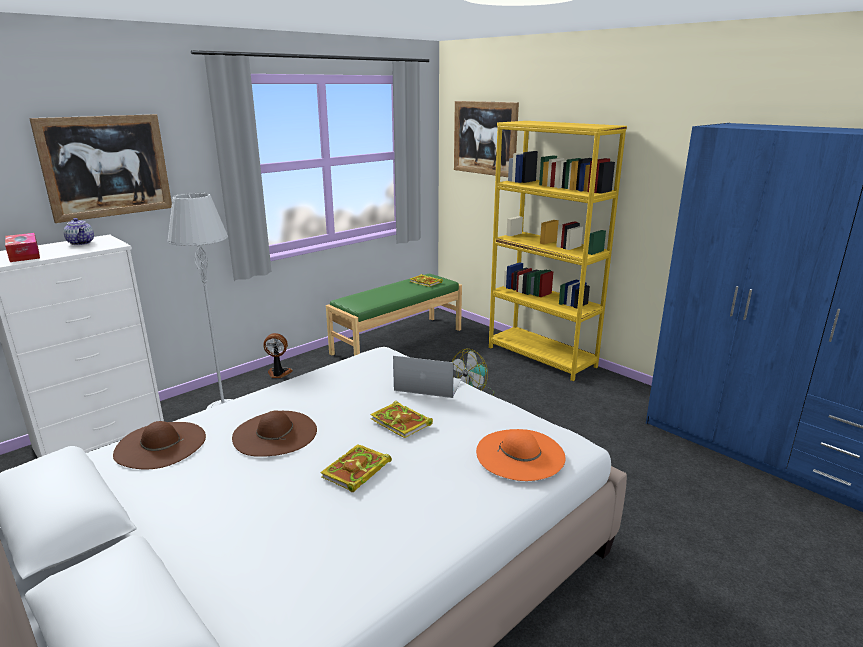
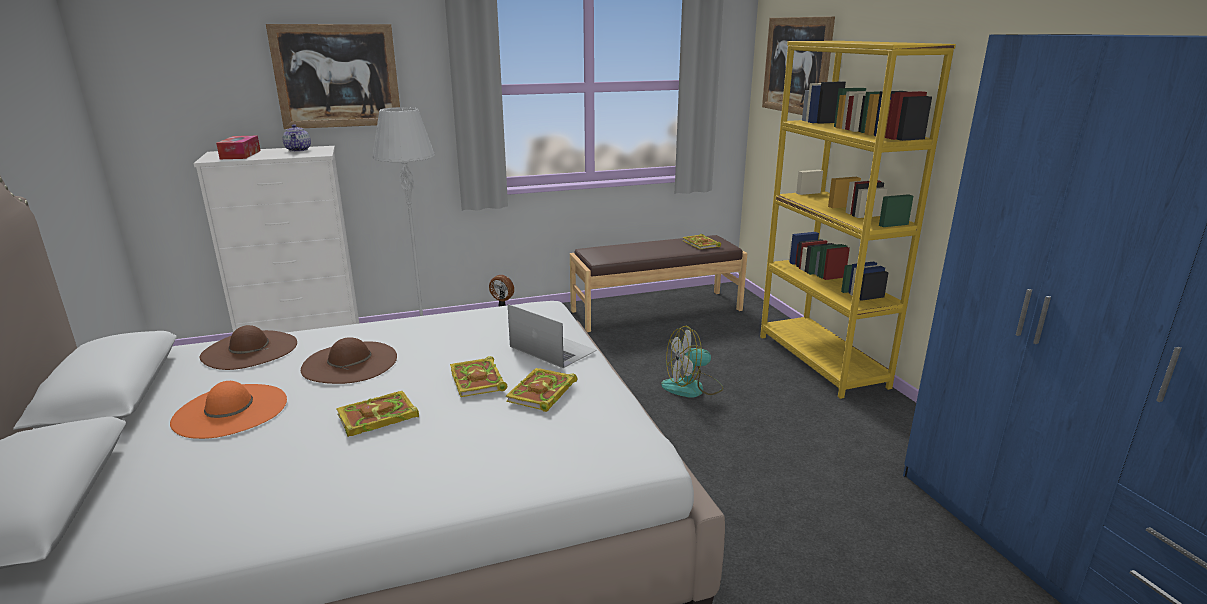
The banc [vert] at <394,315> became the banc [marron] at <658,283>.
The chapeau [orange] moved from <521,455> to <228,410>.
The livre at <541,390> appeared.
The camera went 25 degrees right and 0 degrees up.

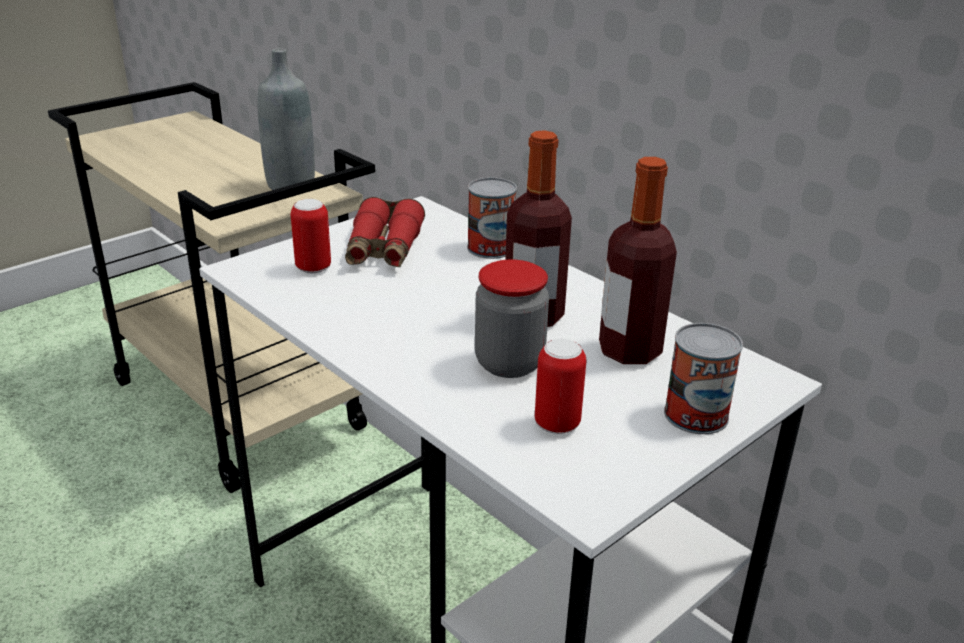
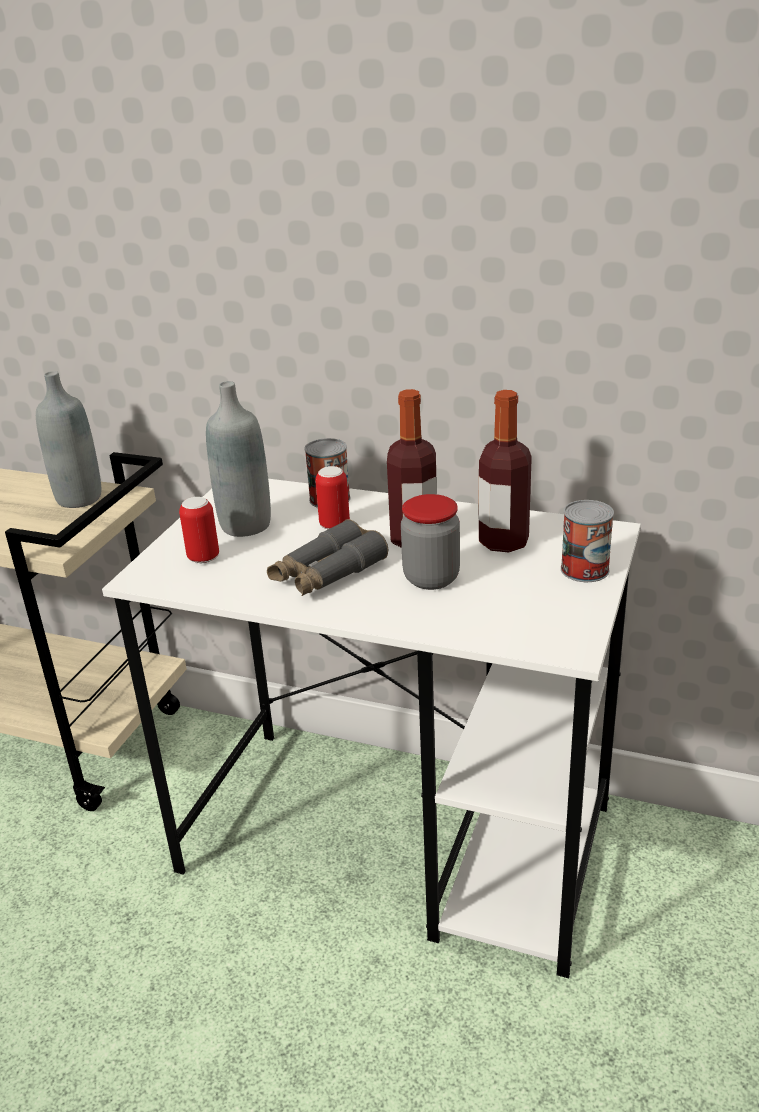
The jumelles [rouge] at <385,232> was replaced by the bouteille [gris] at <238,459>.
The boîte métallique moved from <560,386> to <332,498>.
The jumelles [gris] at <327,557> appeared.
The camera went 25 degrees left and 0 degrees up.

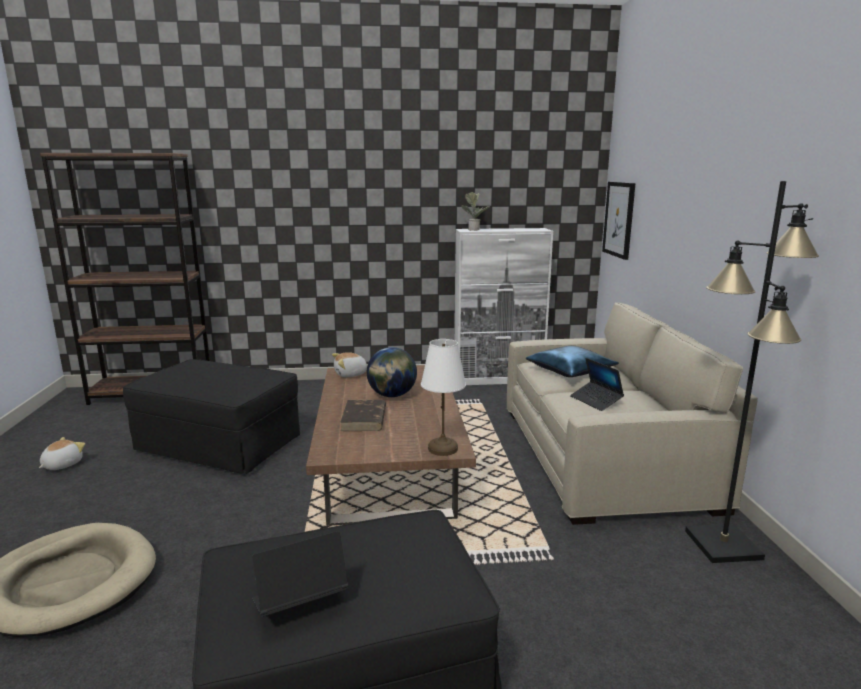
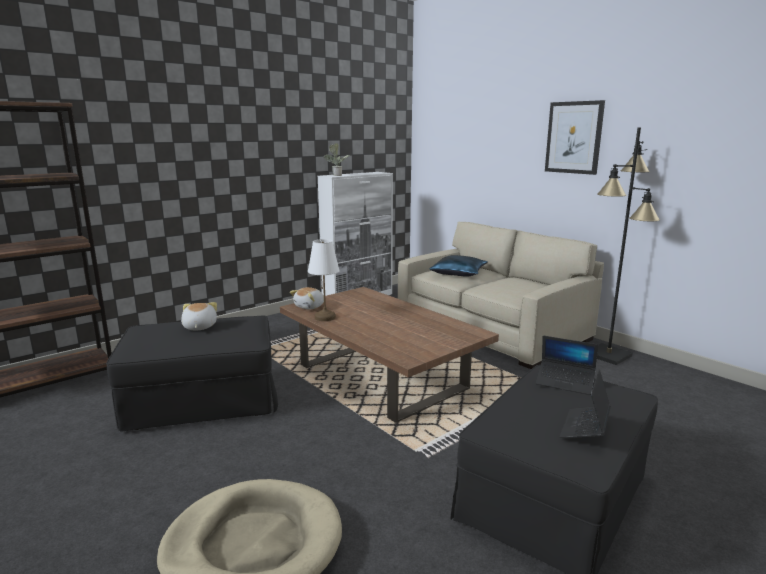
The tableau moved from <619,221> to <575,137>.
The lampe de table [blanc] moved from <443,397> to <323,280>.
The globe at <392,372> disappeared.
The ordinateur portable moved from <597,384> to <566,365>.
The livre [marron] at <363,415> disappeared.
The peluche moved from <62,453> to <199,316>.
The camera went 35 degrees left and 0 degrees up.

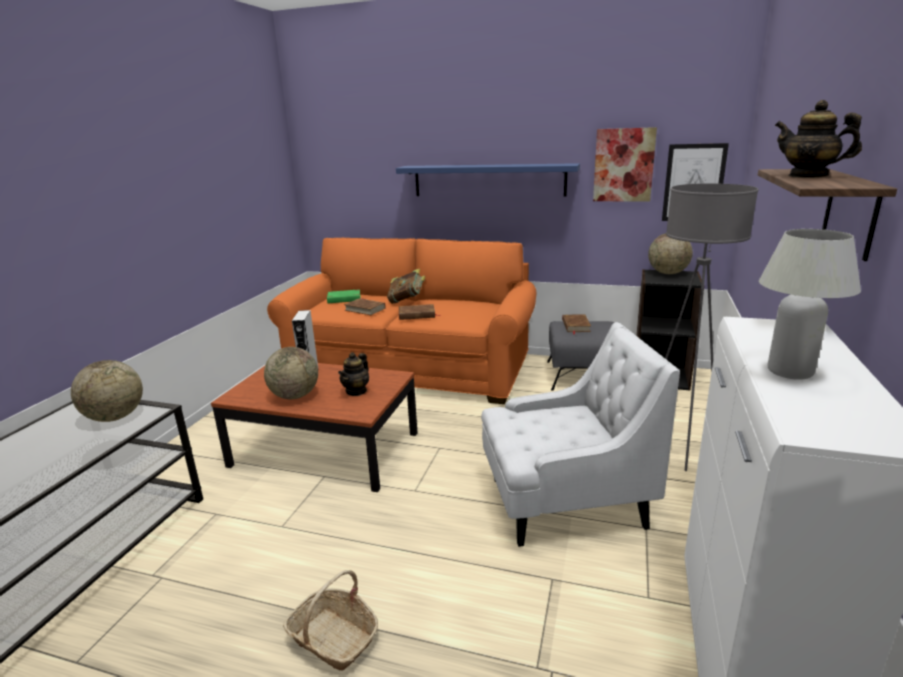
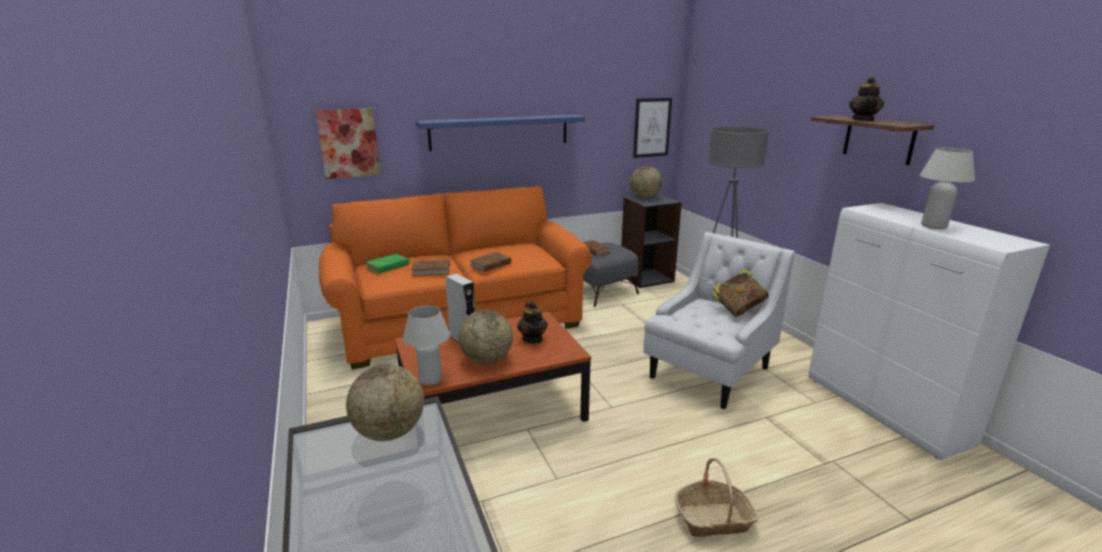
The théière at <818,139> turned 75 degrees counterclockwise.
The tableau moved from <625,164> to <347,143>.
The livre moved from <406,286> to <740,292>.
The lampe de table [blanc] at <426,345> appeared.
The camera went 40 degrees left and 0 degrees up.

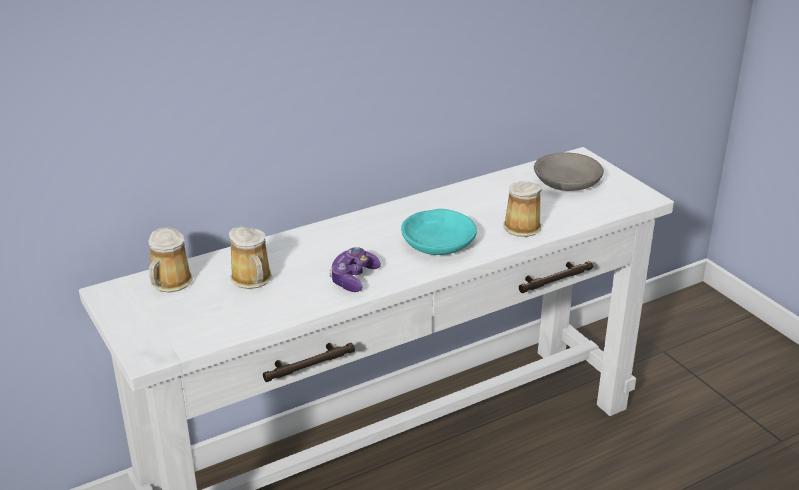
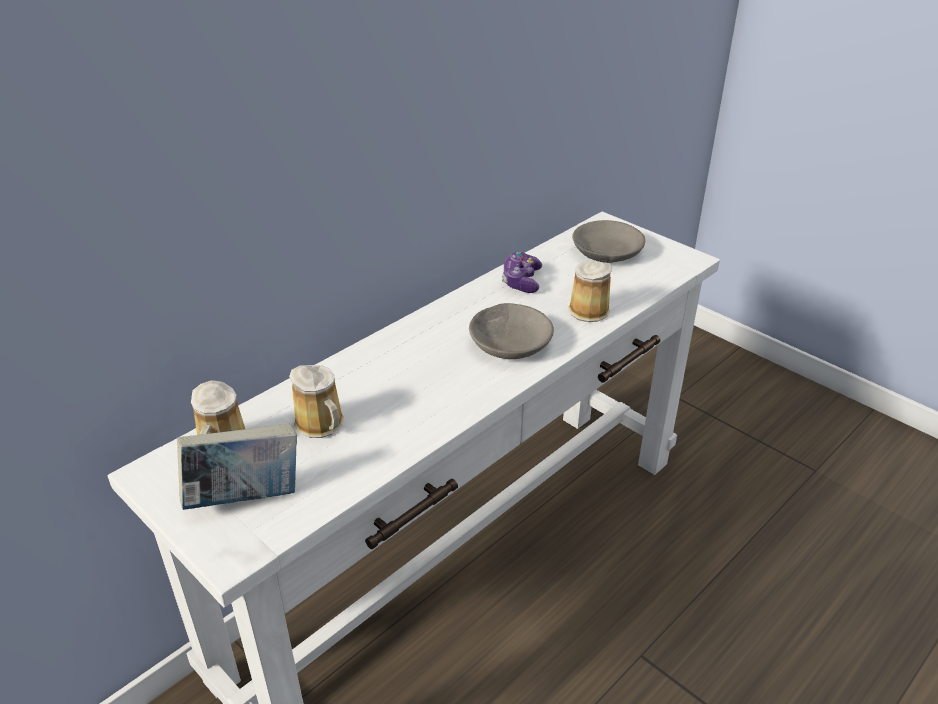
The bol [turquoise] at <439,232> became the bol [gris] at <511,331>.
The manette moved from <355,269> to <522,272>.
The livre at <237,467> appeared.
The camera went 15 degrees left and 5 degrees up.

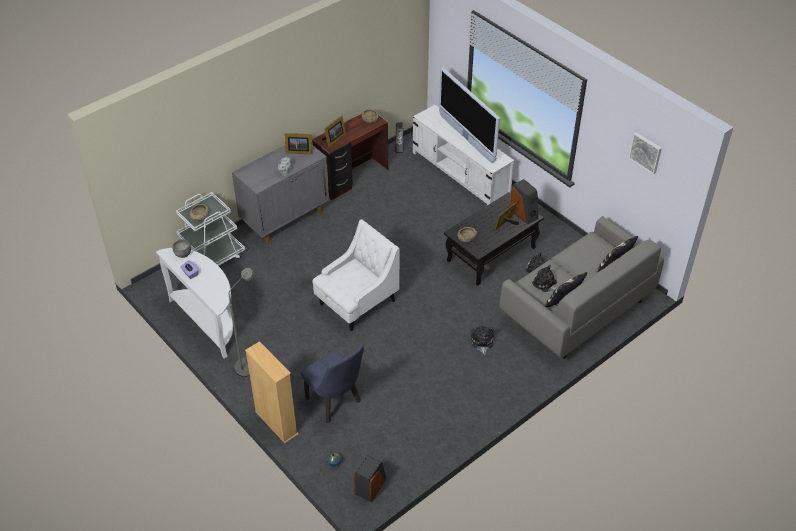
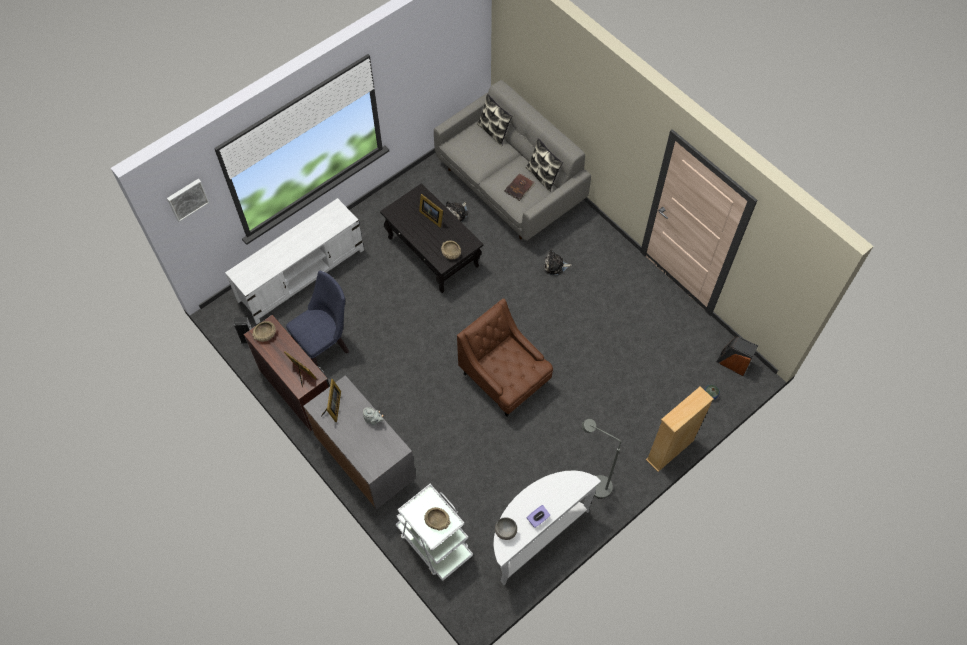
The téléviseur at <469,115> disappeared.
The tableau moved from <645,153> to <188,200>.
The enceinte at <524,201> disappeared.
The fauteuil [blanc] at <355,275> became the fauteuil [marron] at <505,358>.
The peluche at <544,278> was replaced by the livre [marron] at <520,187>.
The chaise [bleu] moved from <332,384> to <317,318>.
The camera went 90 degrees left and 15 degrees up.

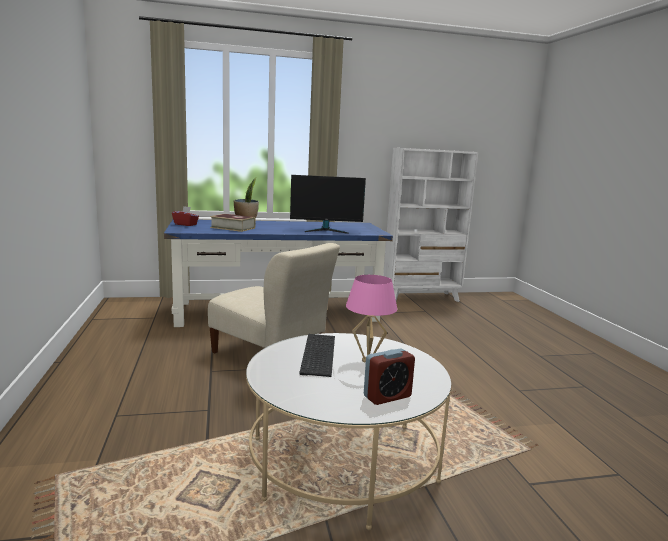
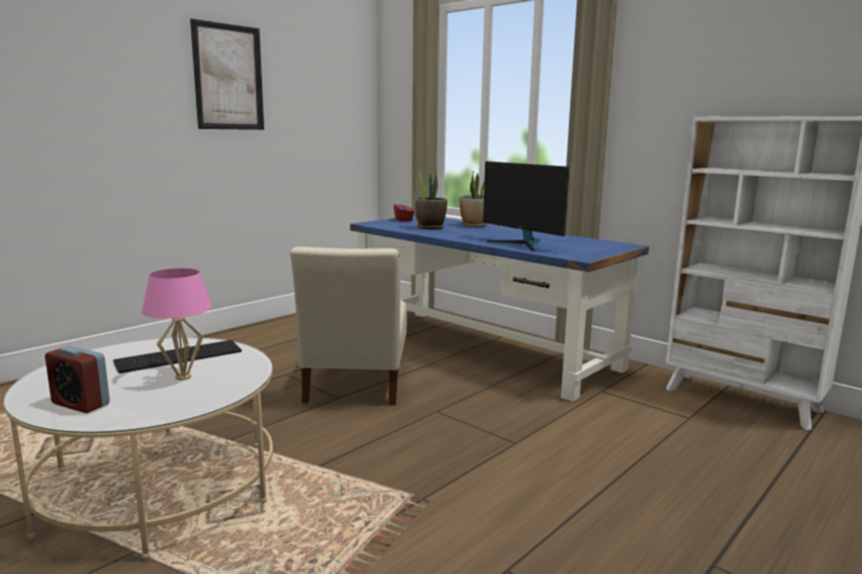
The livre at <233,223> was replaced by the plante en pot at <431,198>.
The tableau at <227,74> appeared.
The camera went 55 degrees right and 0 degrees up.

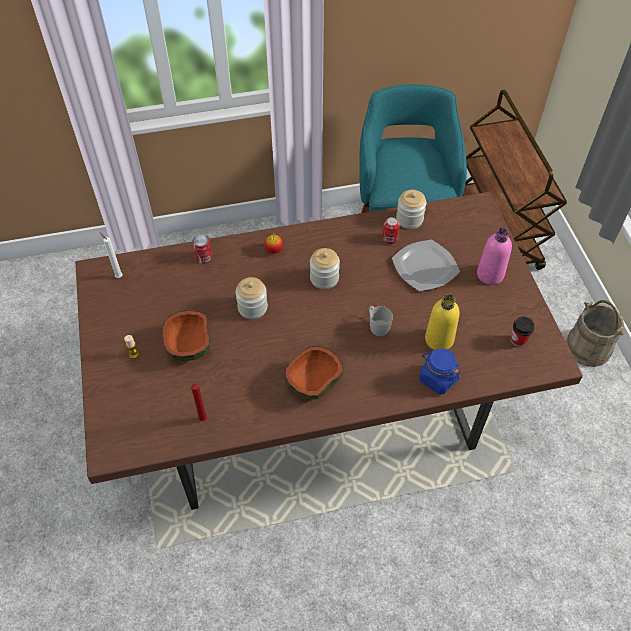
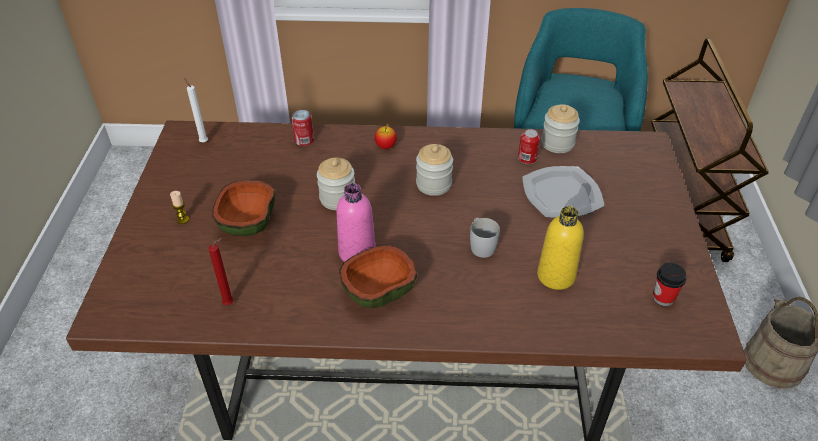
The bouteille [rose] moved from <494,256> to <356,222>.
The bocal [bleu] at <439,371> disappeared.
The camera went 15 degrees right and 10 degrees down.

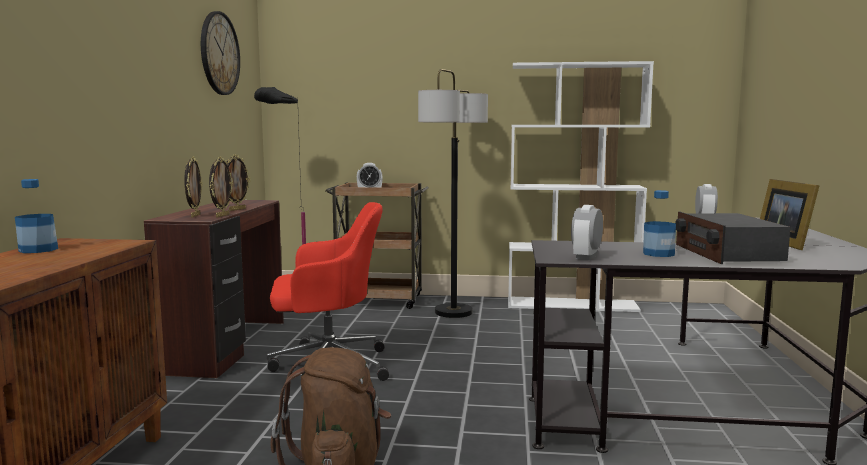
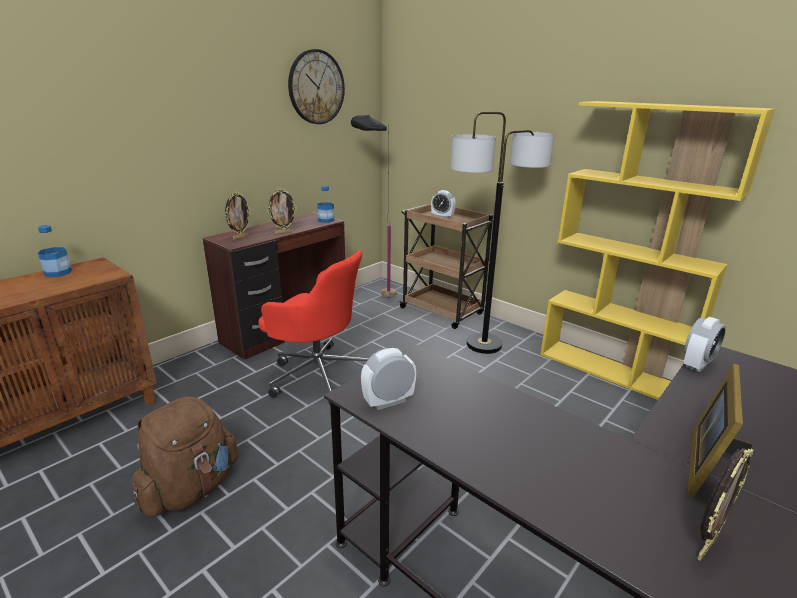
The bibliothèque [blanc] at <581,186> became the bibliothèque [jaune] at <657,250>.
The cadre photo moved from <221,187> to <725,504>.
The bouteille moved from <659,223> to <326,204>.
The radio at <733,237> disappeared.
The camera went 35 degrees right and 15 degrees up.

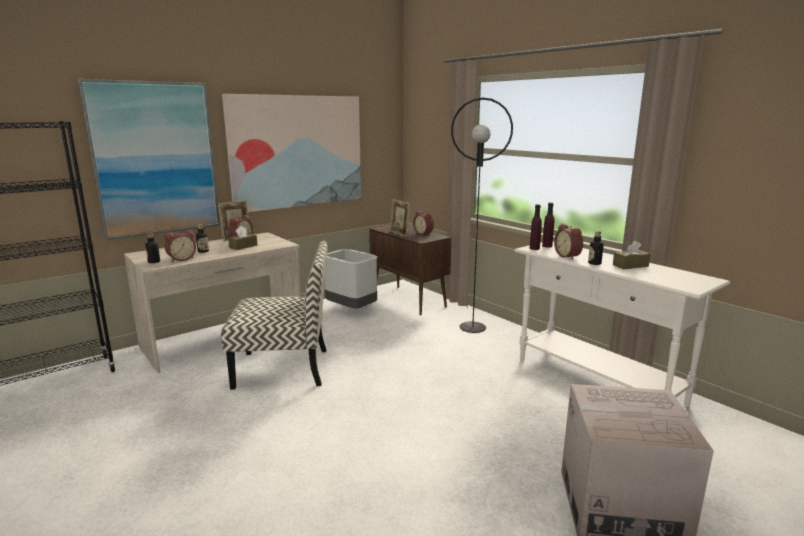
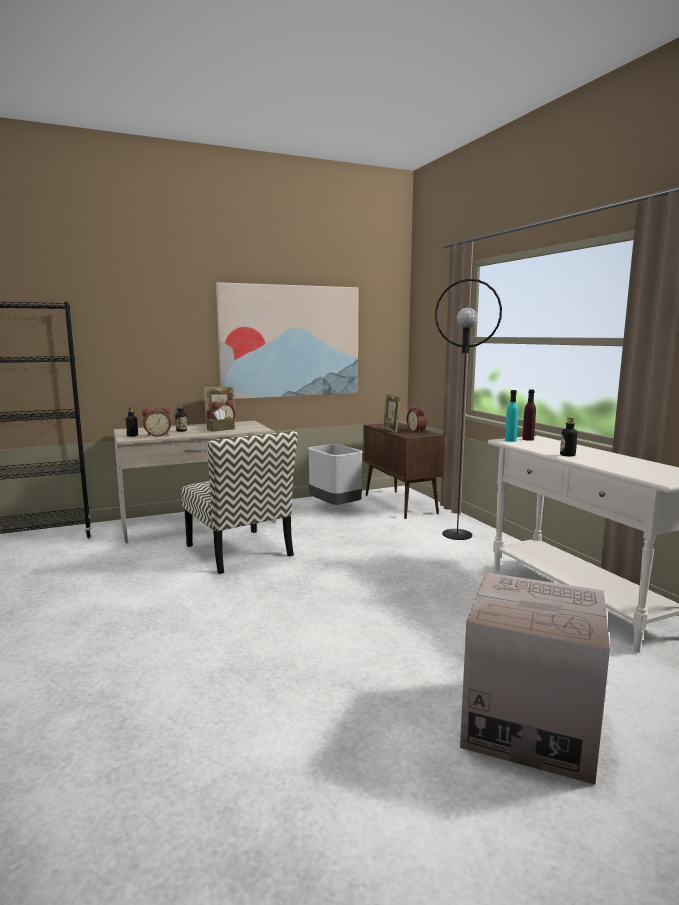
The tableau at <149,160> disappeared.
The bouteille [violet] at <536,227> became the bouteille [turquoise] at <511,416>.
The réveil at <568,241> disappeared.
The chaise at <274,315> turned 45 degrees clockwise.
The boîte à mouchoirs [marron] at <632,255> disappeared.
The camera went 15 degrees right and 5 degrees down.

